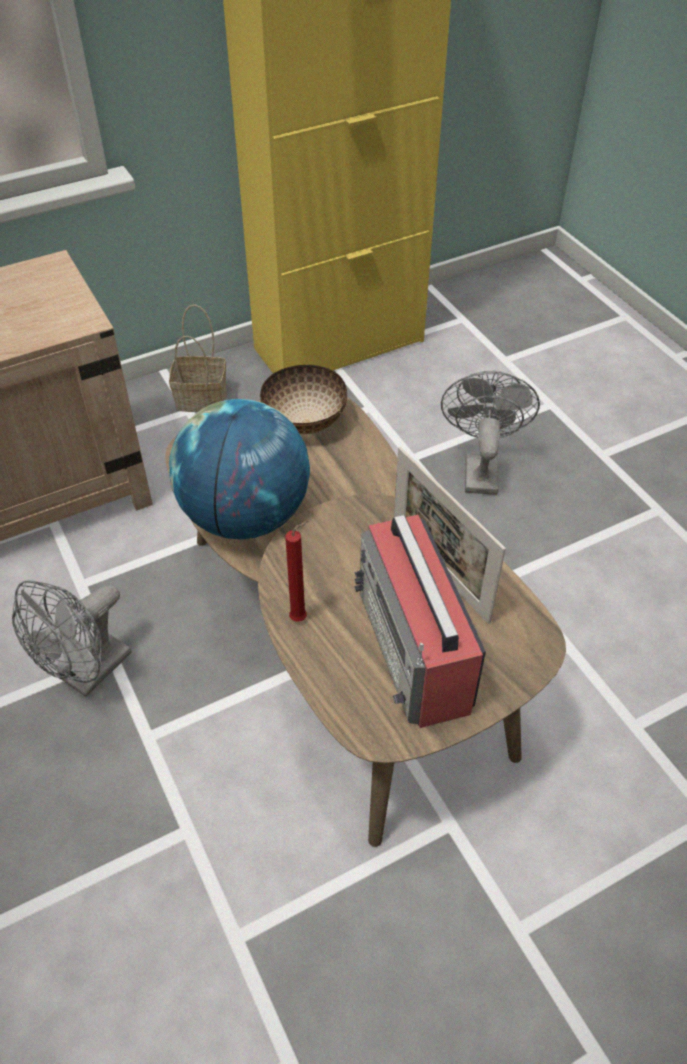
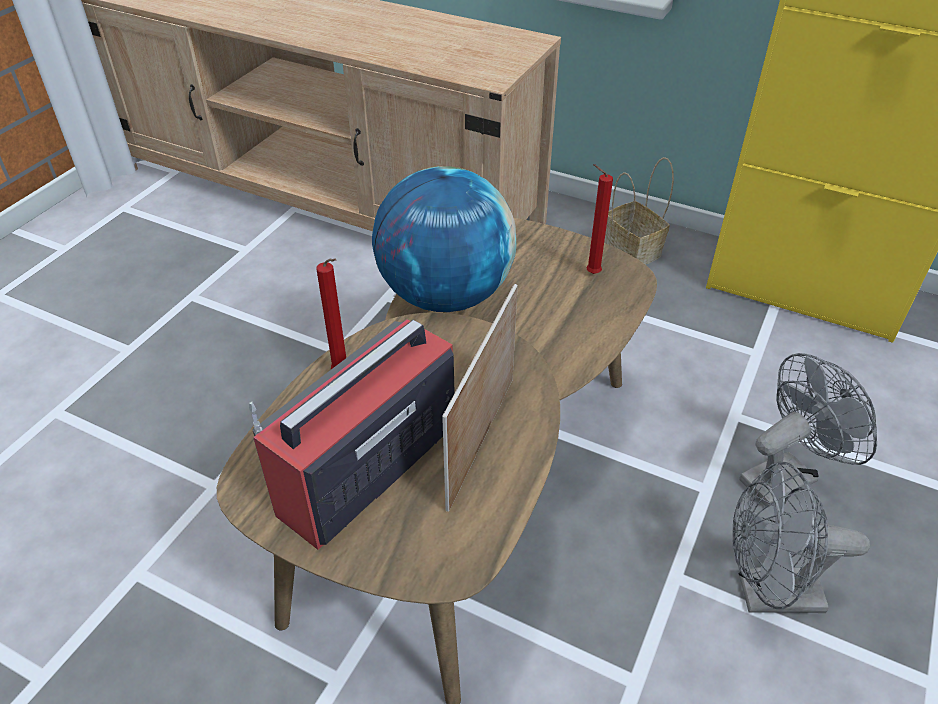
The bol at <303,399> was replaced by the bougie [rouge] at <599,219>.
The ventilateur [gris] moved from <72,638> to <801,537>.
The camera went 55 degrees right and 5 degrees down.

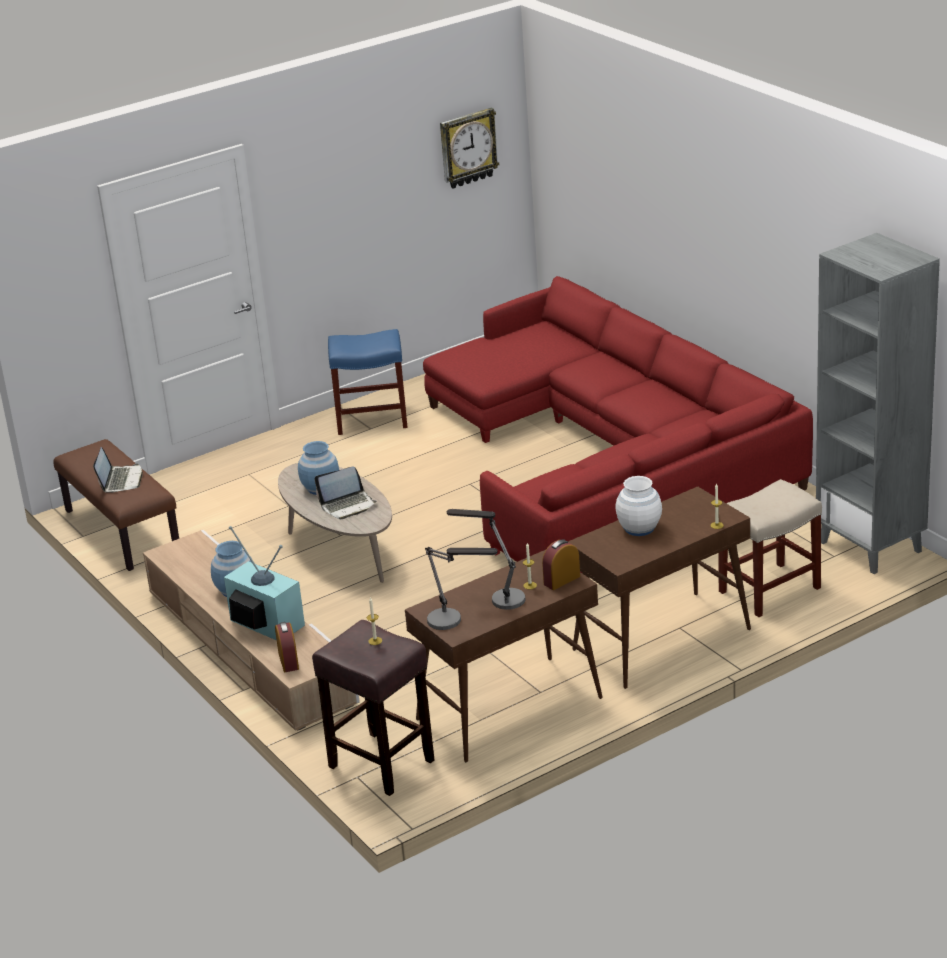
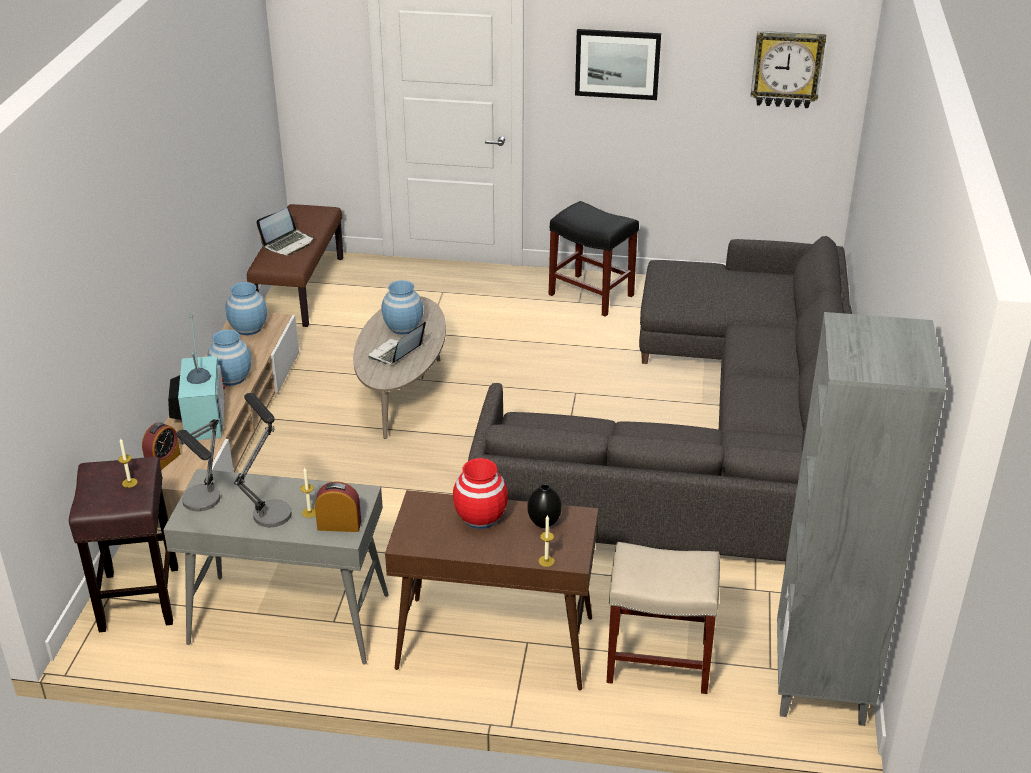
The canapé [rouge] at <618,424> became the canapé [gris] at <660,398>.
The tabouret [bleu] at <368,382> became the tabouret [noir] at <594,259>.
The ordinateur portable at <345,493> turned 105 degrees clockwise.
The vase [blanc] at <639,506> became the vase [rouge] at <480,493>.
The table console [marron] at <504,656> became the table console [gris] at <276,567>.
The tableau at <618,64> appeared.
The vase [bleu] at <246,308> appeared.
The vase [noir] at <544,506> appeared.
The camera went 40 degrees right and 5 degrees up.

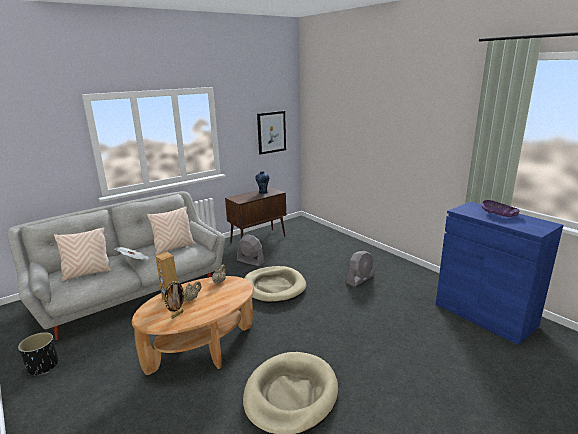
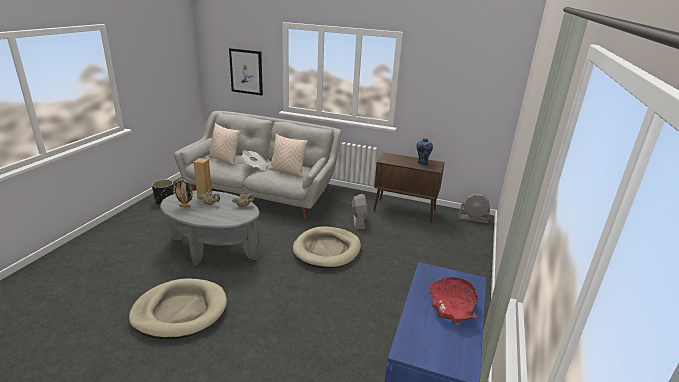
The tableau moved from <271,133> to <246,71>.
The bol [violet] at <500,208> became the bol [rouge] at <453,300>.
The ventilateur [gris] moved from <360,269> to <474,208>.
The table basse [marron] at <193,325> became the table basse [gris] at <210,228>.
The camera went 55 degrees right and 5 degrees up.

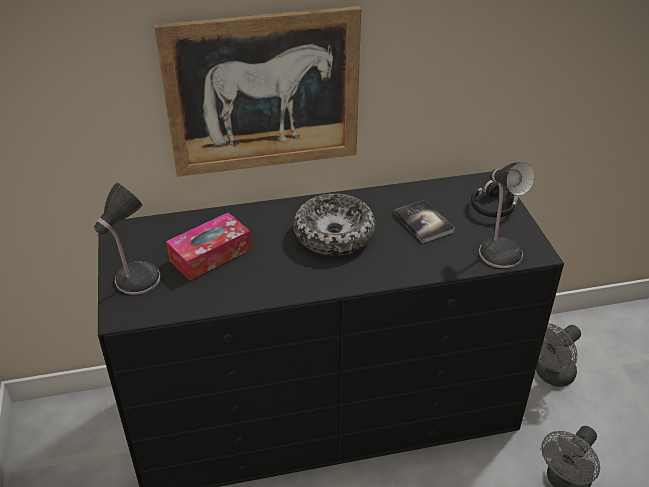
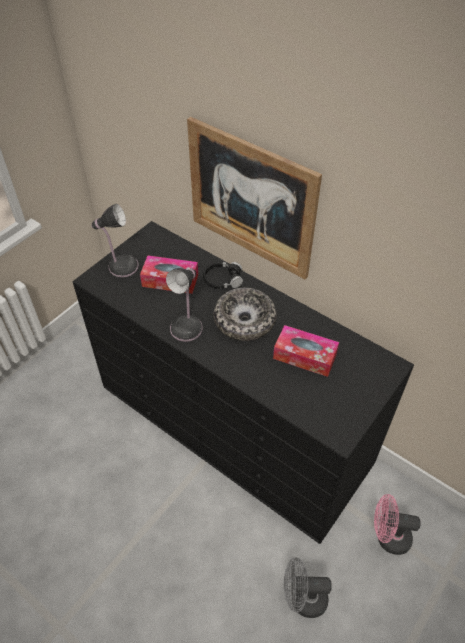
The lampe de table moved from <507,215> to <184,305>.
The casque audio [noir] moved from <494,198> to <223,275>.
The livre at <424,221> was replaced by the boîte à mouchoirs at <306,351>.
The ventilateur [gris] at <558,355> became the ventilateur [rose] at <397,524>.
The camera went 50 degrees right and 10 degrees up.

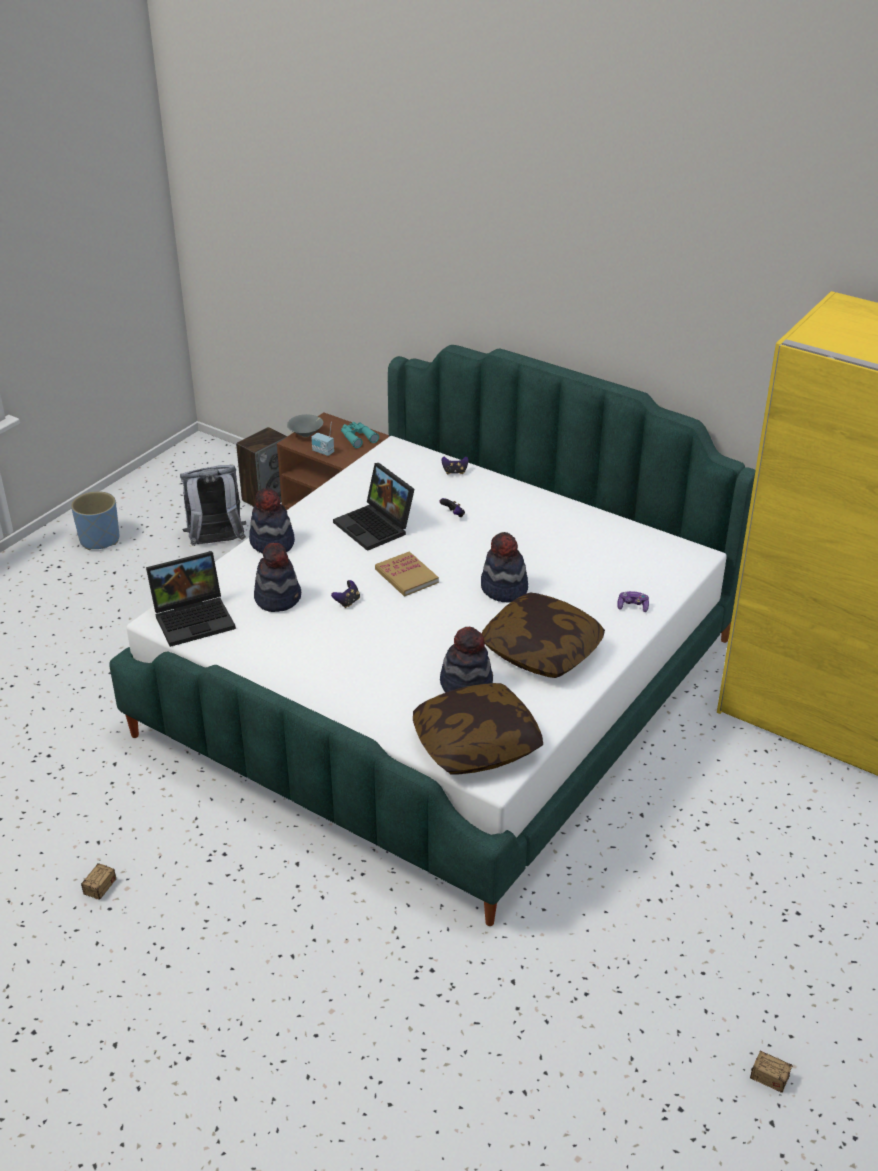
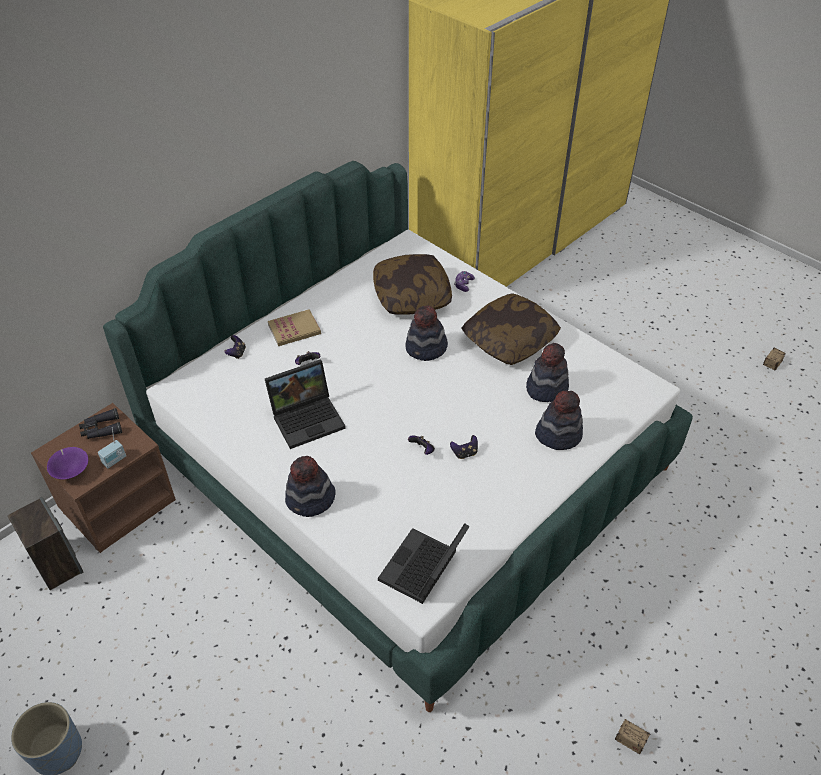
The bol [gris] at <305,425> became the bol [violet] at <67,463>.
The jumelles [turquoise] at <360,435> became the jumelles [noir] at <100,423>.
The sac à dos [gris] at <213,505> disappeared.
The chapeau moved from <277,577> to <559,420>.
The ordinateur portable at <191,599> turned 135 degrees counterclockwise.
The livre moved from <407,573> to <294,327>.
The coussin moved from <478,728> to <412,284>.
The manette at <464,447> appeared.
The camera went 80 degrees left and 10 degrees up.

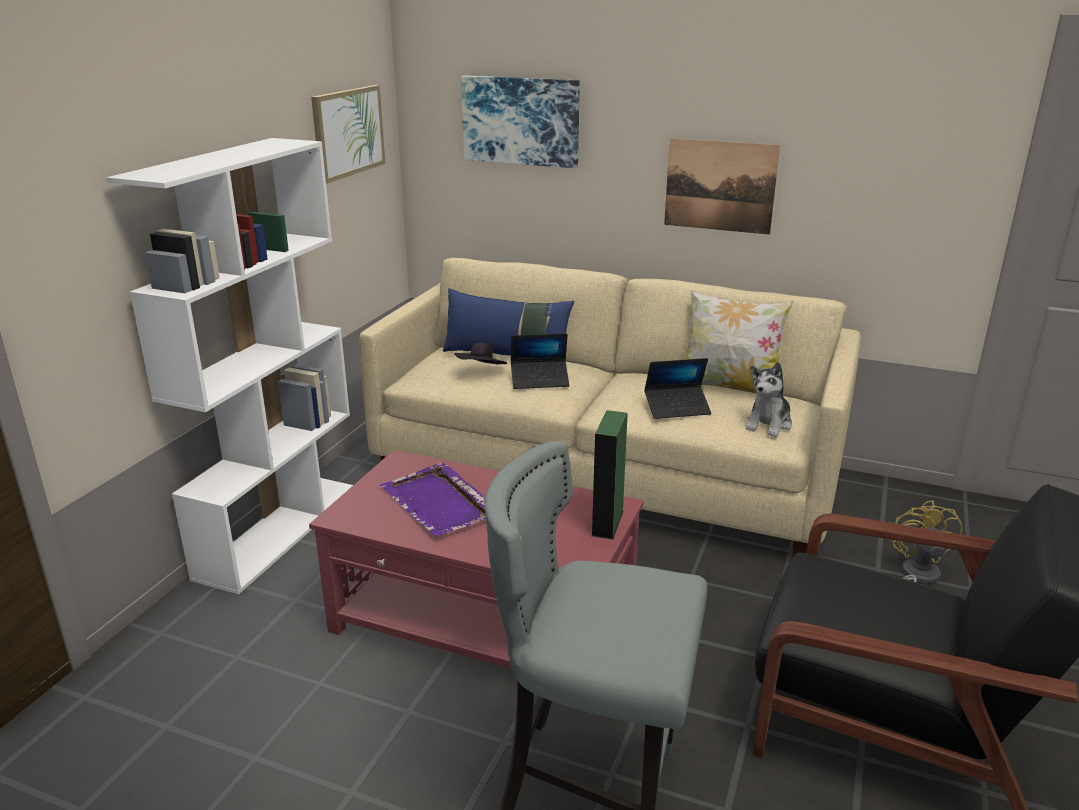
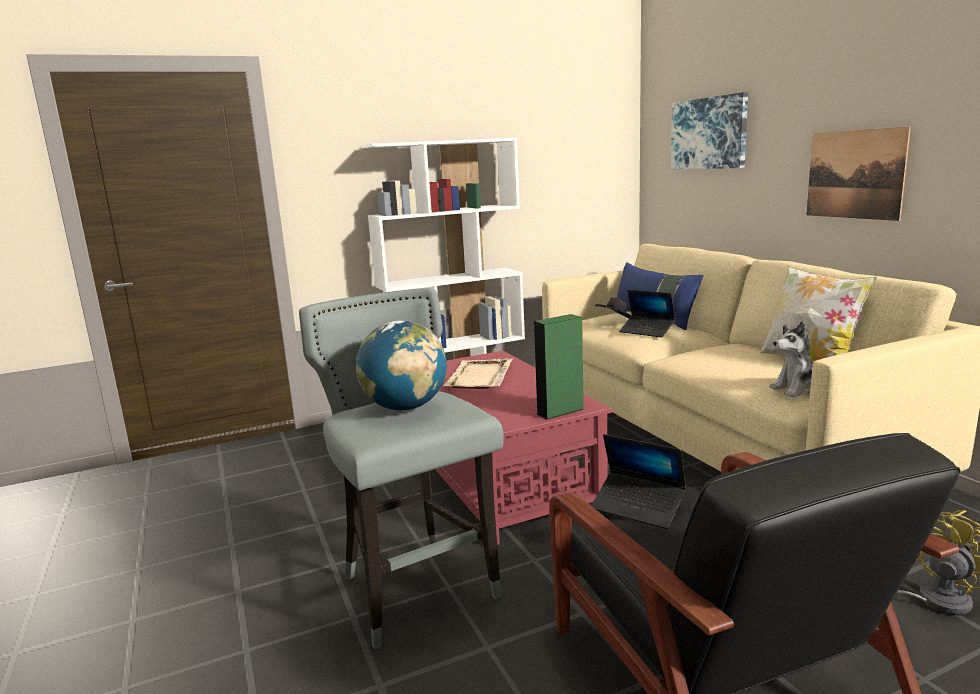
The tableau at <348,134> disappeared.
The ordinateur portable moved from <677,388> to <638,481>.
The plateau [violet] at <432,500> became the plateau [beige] at <478,373>.
The globe at <401,365> appeared.
The camera went 45 degrees right and 10 degrees down.

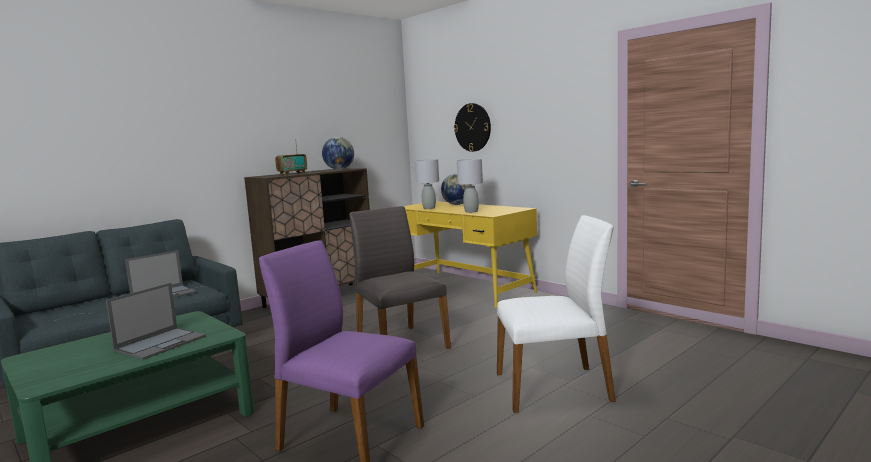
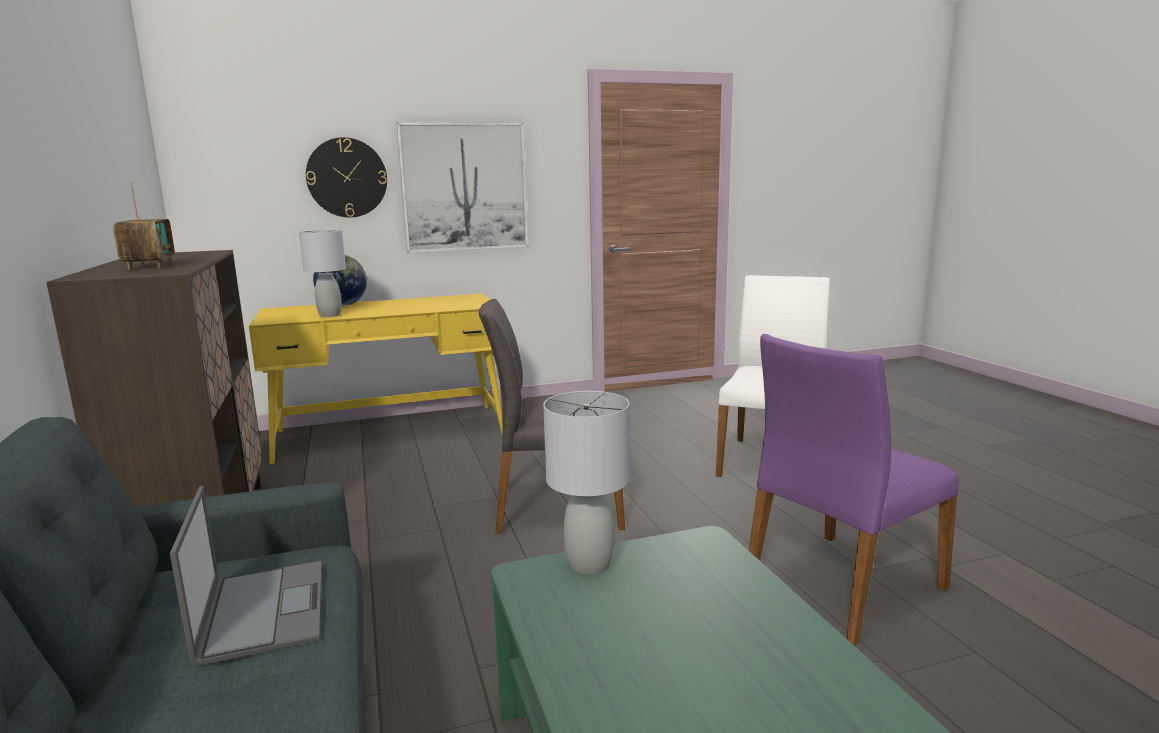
The globe at <338,153> disappeared.
The lampe de table [gris] moved from <470,186> to <586,483>.
The ordinateur portable at <156,321> disappeared.
The tableau at <462,187> appeared.
The camera went 65 degrees left and 5 degrees up.

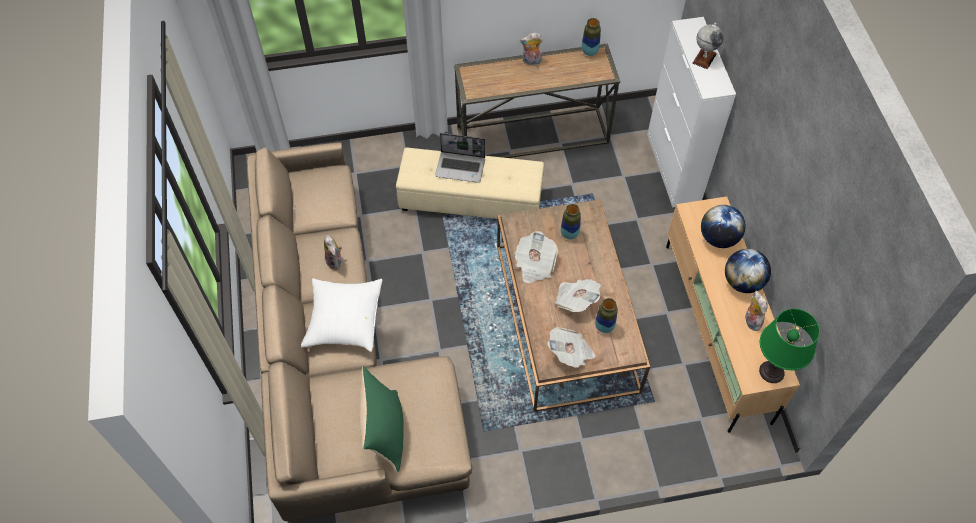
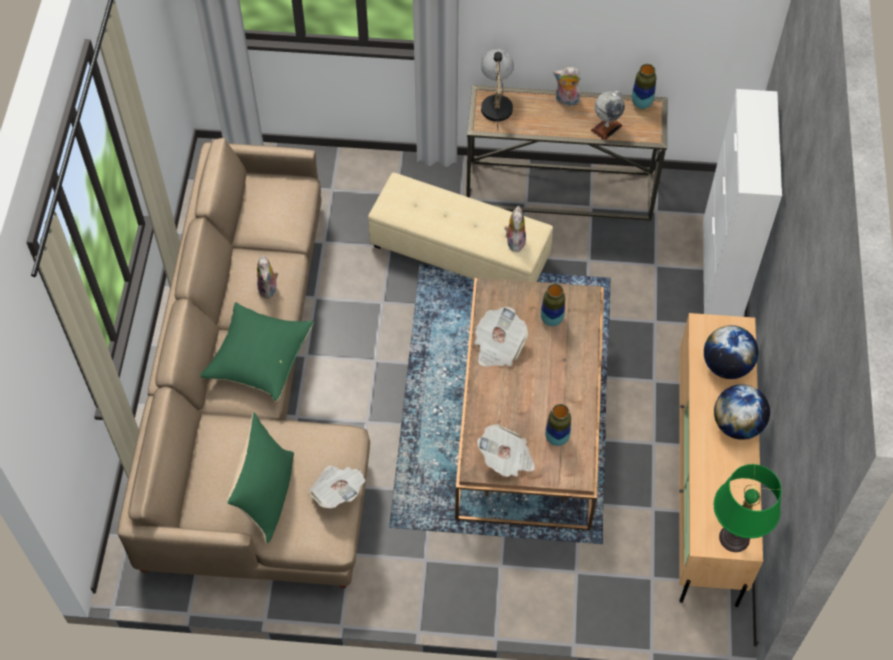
The globe moved from <708,45> to <608,116>.
The ordinateur portable at <460,158> disappeared.
The coussin [blanc] at <341,315> became the coussin [vert] at <257,351>.
The journal moved from <577,295> to <337,486>.
The peluche moved from <756,311> to <515,229>.
The lampe de table at <497,89> appeared.
The camera went 15 degrees right and 0 degrees up.

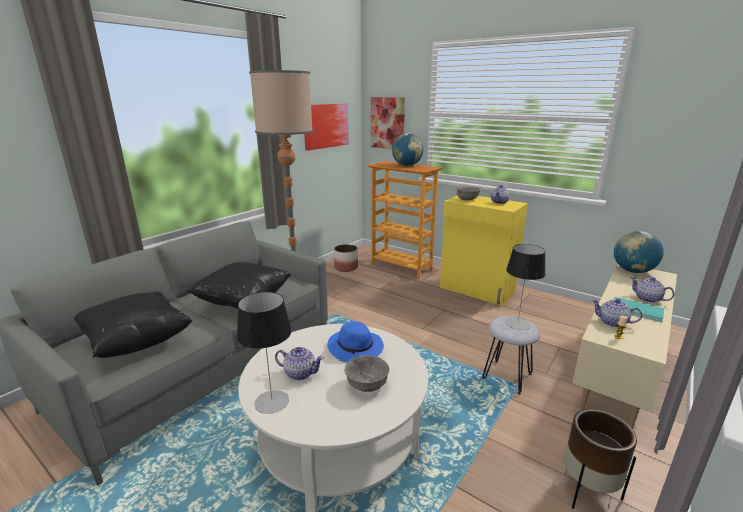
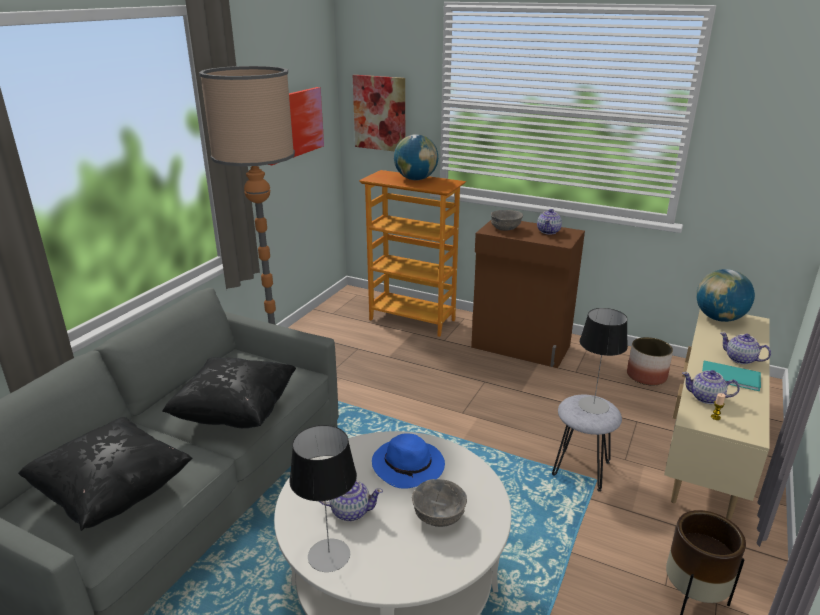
The meuble de rangement [jaune] at <484,251> became the meuble de rangement [marron] at <528,294>.
The cache-pot moved from <346,258> to <650,361>.
The camera went 10 degrees left and 5 degrees up.

